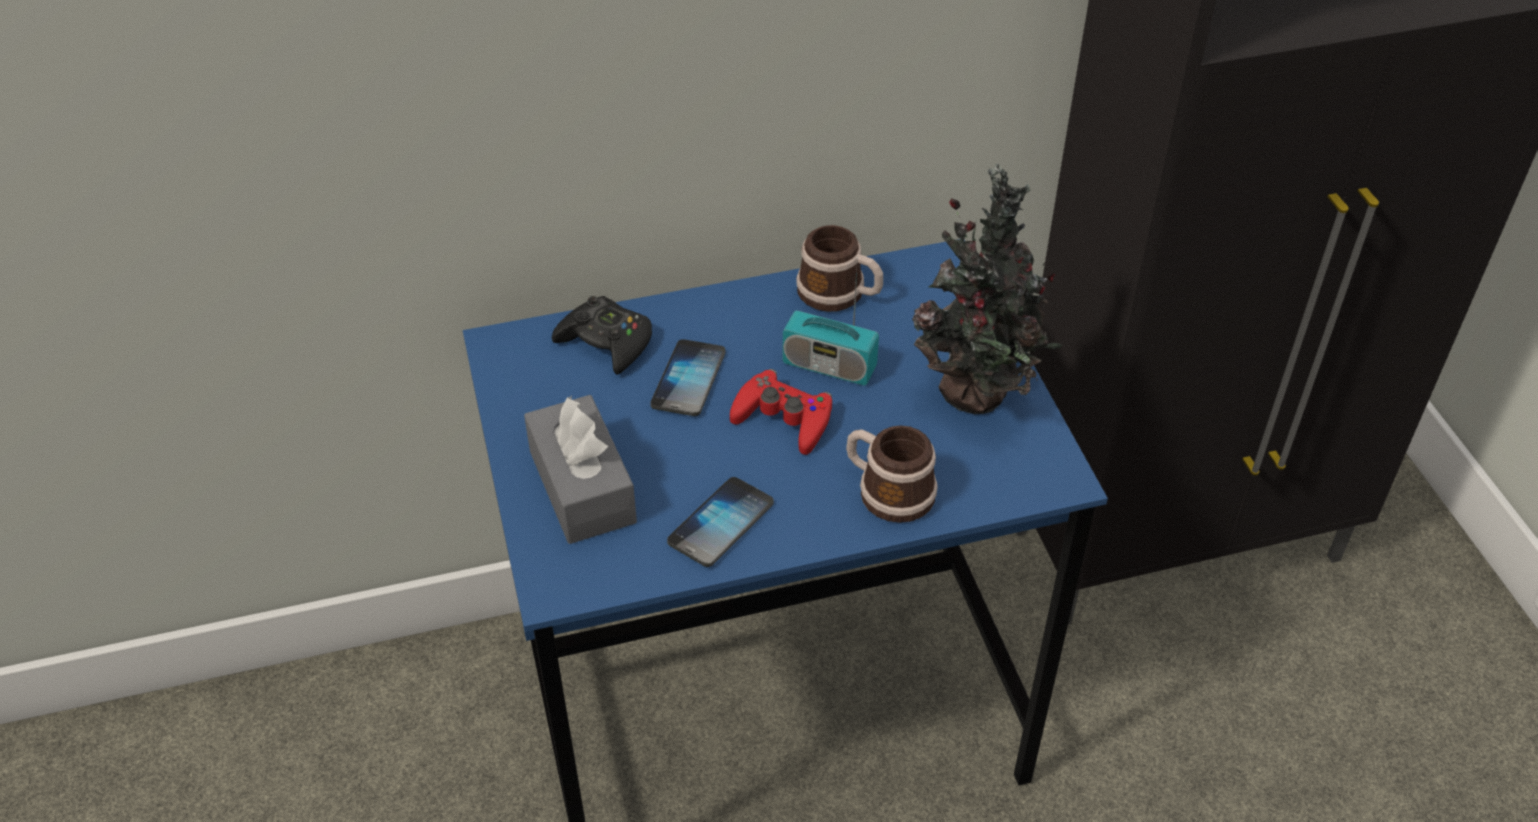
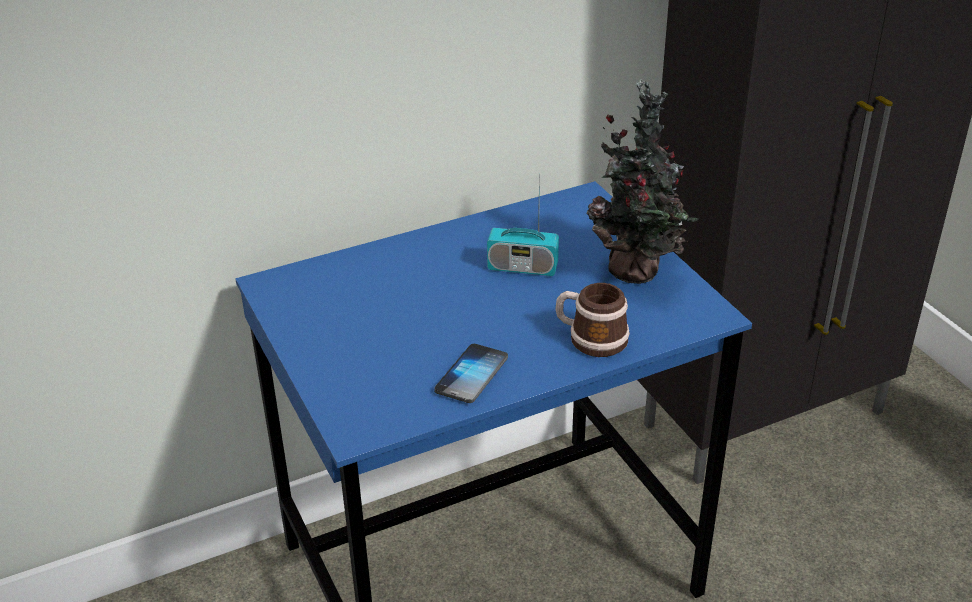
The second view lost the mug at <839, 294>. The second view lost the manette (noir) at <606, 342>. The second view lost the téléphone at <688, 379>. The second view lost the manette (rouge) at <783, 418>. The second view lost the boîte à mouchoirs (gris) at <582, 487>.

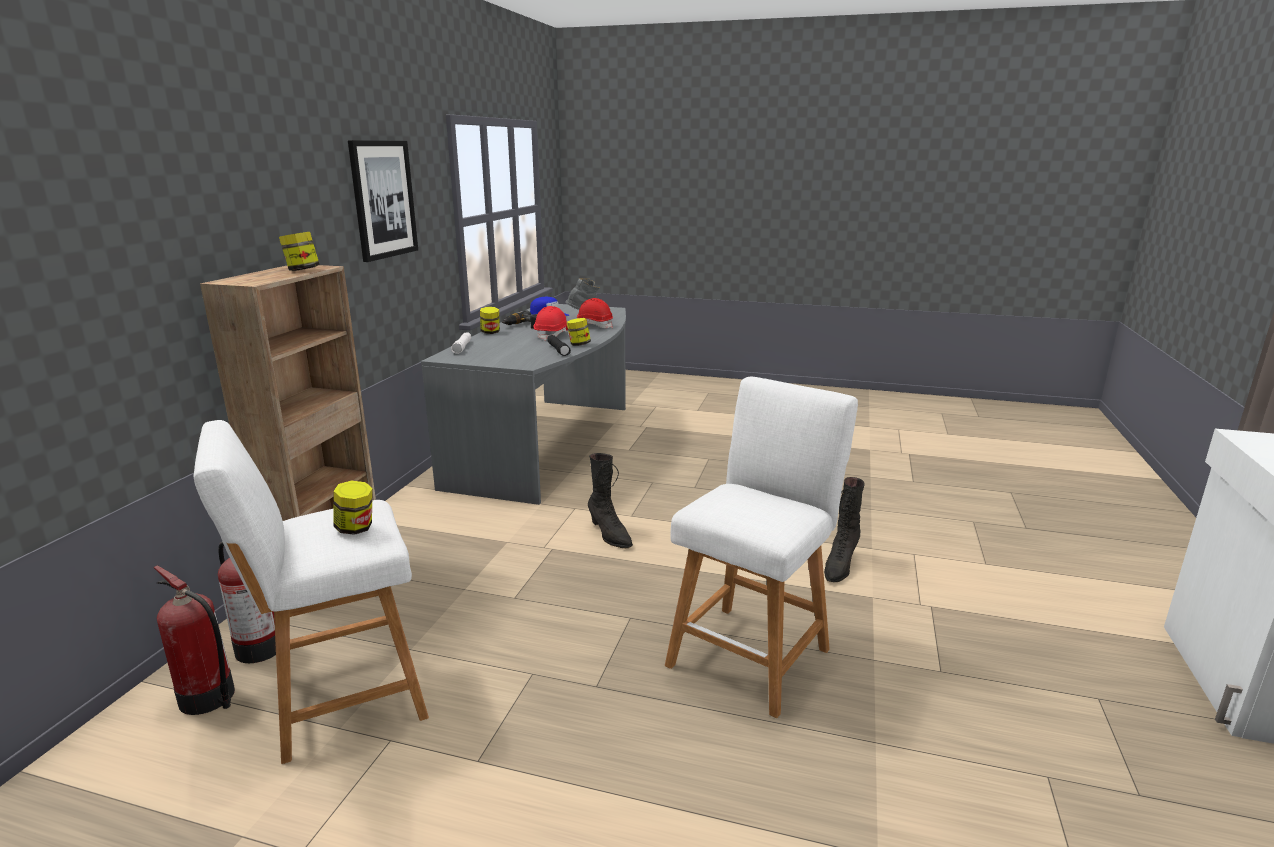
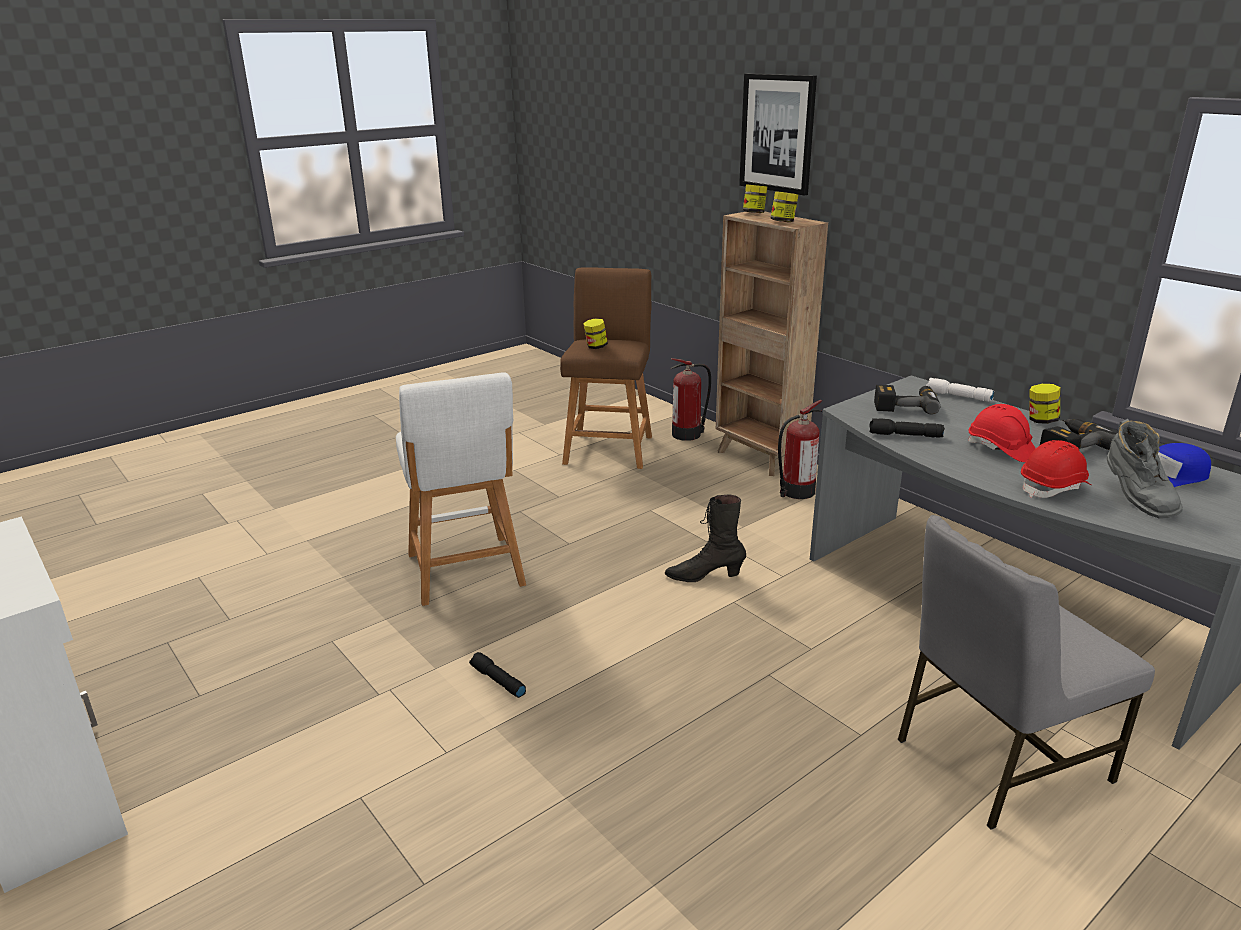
The tableau ended up elsewhere, having gone from <383, 199> to <777, 133>. The bocal ended up elsewhere, having gone from <579, 344> to <754, 213>. What was the tabouret (blanc) at <340, 699> turned into the tabouret (marron) at <609, 447>. Where the botte (noir) stood at <839, 566>, the lampe de poche (noir) came to stand at <497, 681>. The extincteur ended up elsewhere, having gone from <209, 698> to <796, 492>. The second view gained the perceuse at <904, 405>. The second view gained the chaise (gris) at <997, 758>.

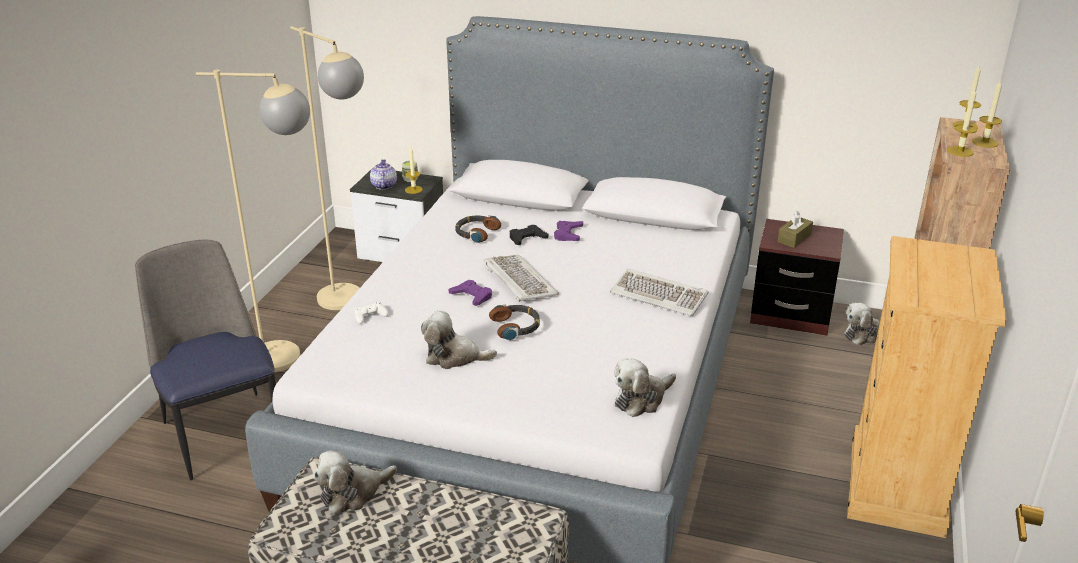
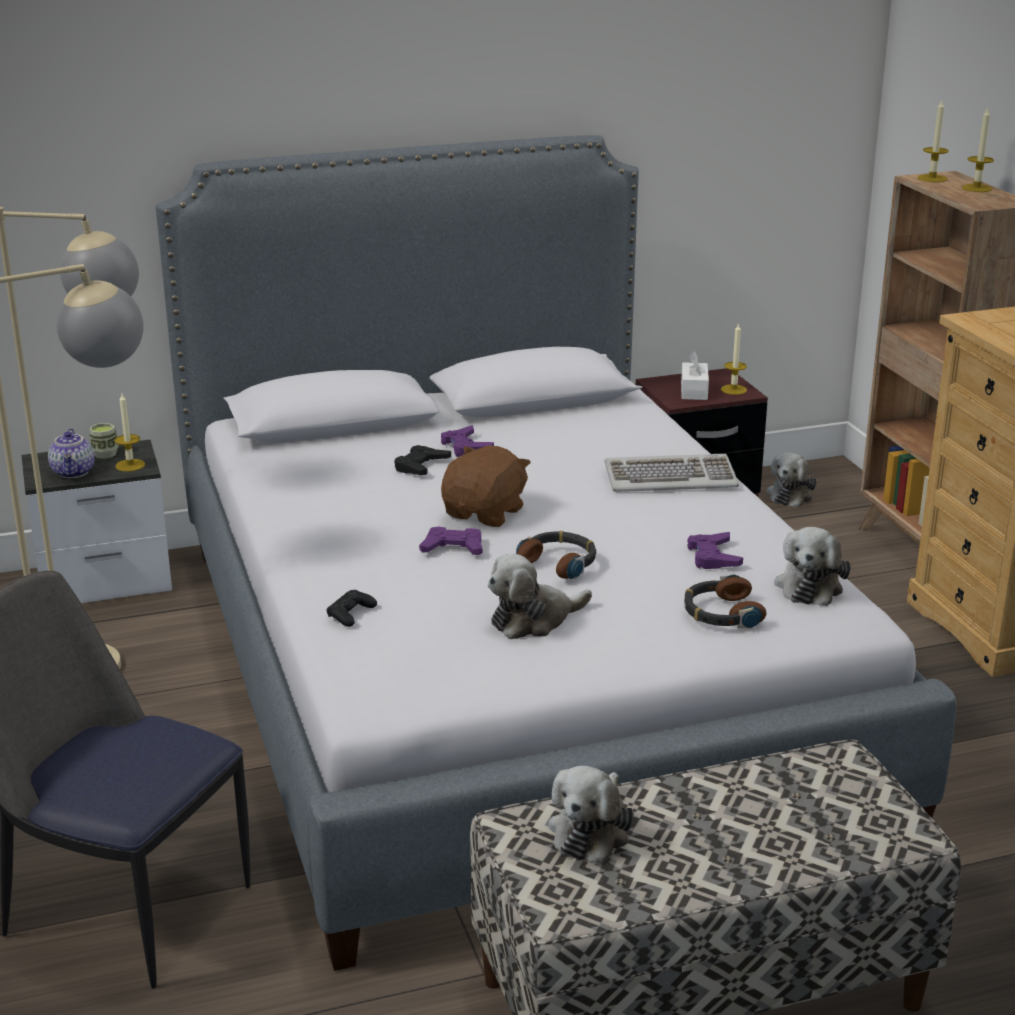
The bougie ended up elsewhere, having gone from <960, 151> to <733, 389>. The théière at <383, 185> ended up facing another way, 150 degrees counterclockwise from before. What was the boîte à mouchoirs (marron) at <794, 238> turned into the boîte à mouchoirs (blanc) at <694, 390>. The casque audio ended up elsewhere, having gone from <476, 233> to <721, 613>. Where the clavier stood at <519, 281>, the peluche (marron) came to stand at <485, 513>. What was the manette (blanc) at <370, 316> turned into the manette (noir) at <350, 614>. The second view gained the manette (violet) at <713, 556>.

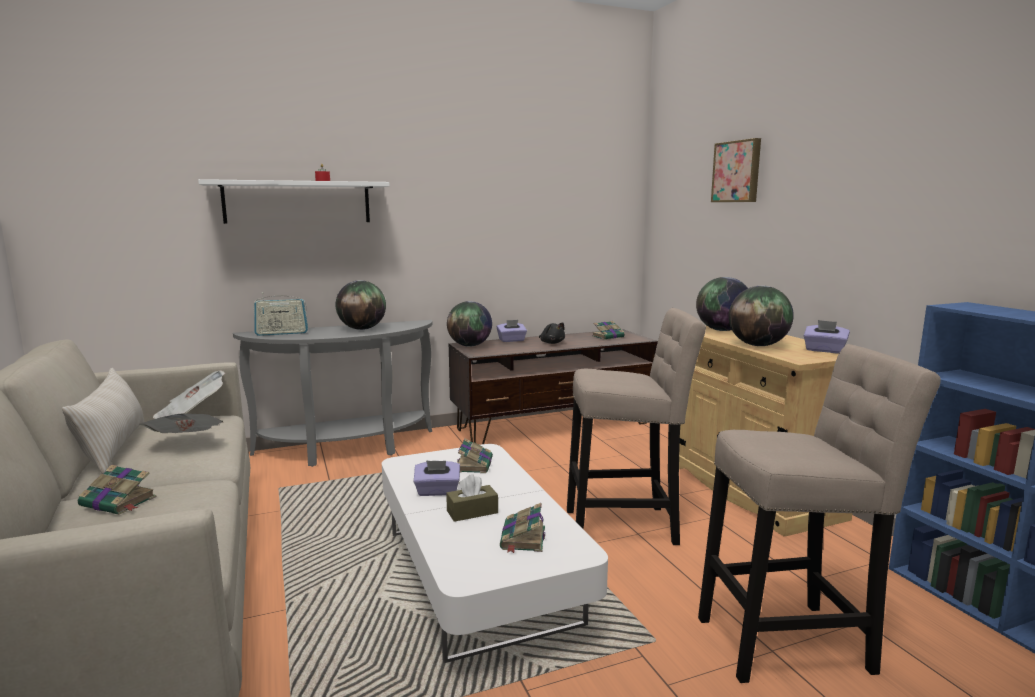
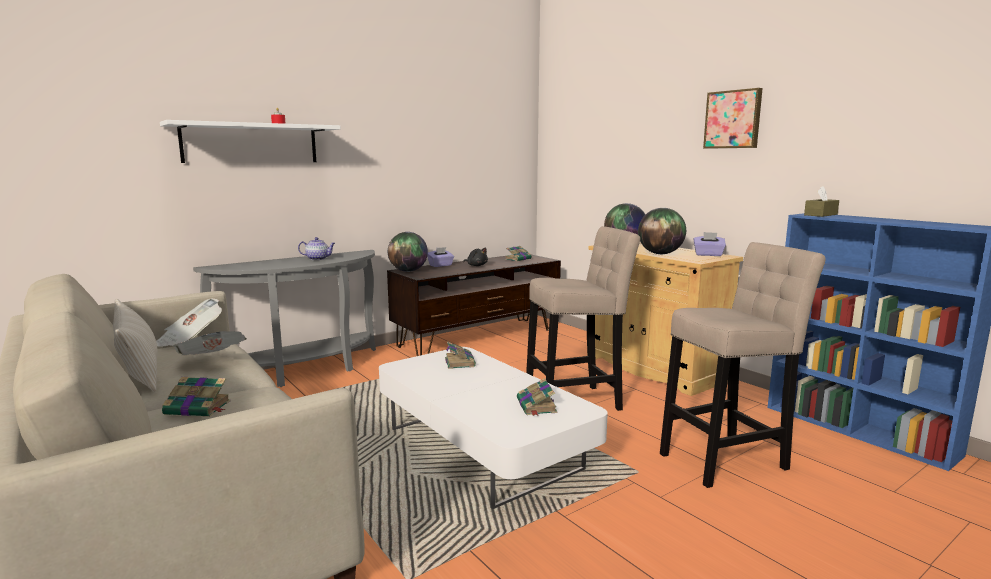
The tableau ended up elsewhere, having gone from <737, 171> to <733, 119>. Where the globe stood at <362, 329>, the théière came to stand at <318, 259>. The second view lost the radio at <282, 333>. The second view lost the boîte à mouchoirs (violet) at <437, 491>. The boîte à mouchoirs (marron) ended up elsewhere, having gone from <472, 512> to <820, 215>.

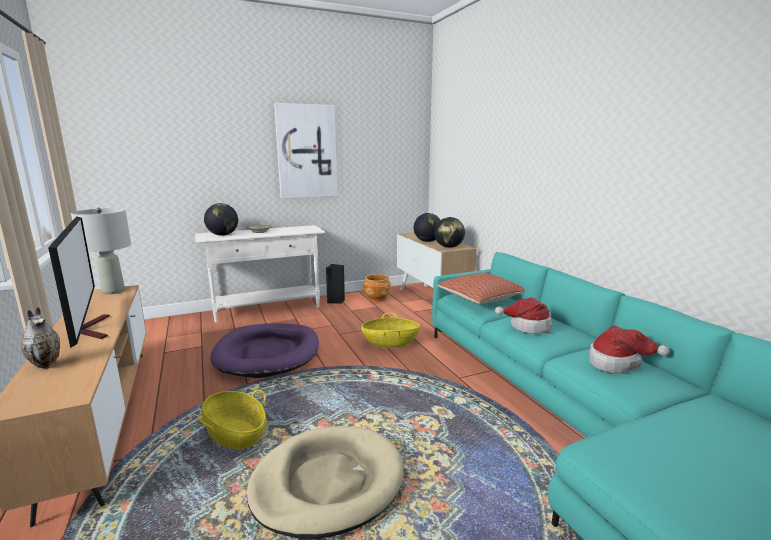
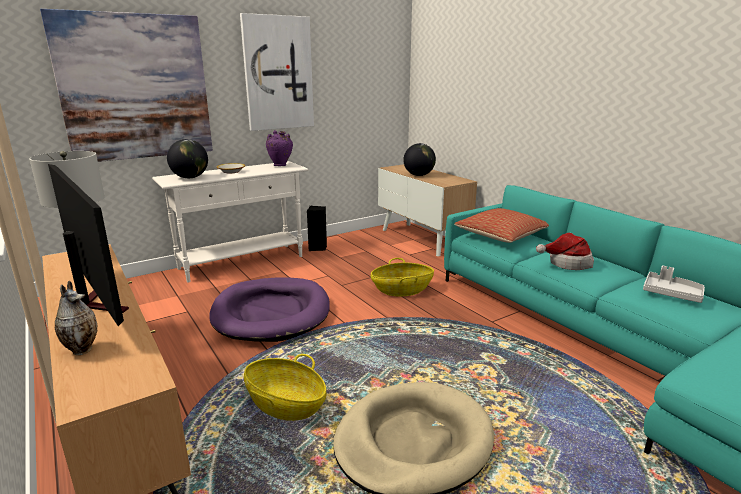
The second view lost the globe at <449, 247>. The second view lost the cache-pot (marron) at <377, 298>. Where the chapeau stood at <617, 363>, the plateau (gris) came to stand at <671, 293>. The second view gained the tableau at <136, 88>. The second view gained the vase (violet) at <280, 165>.

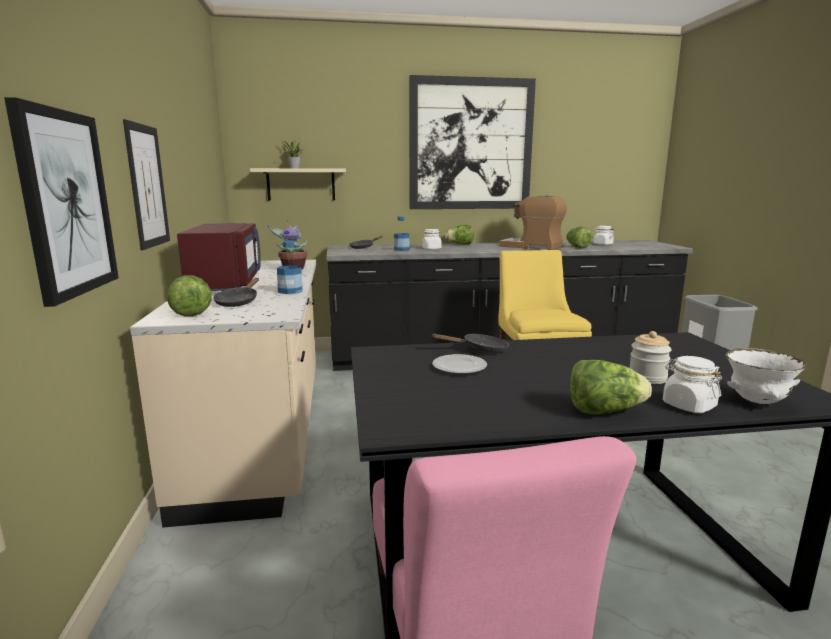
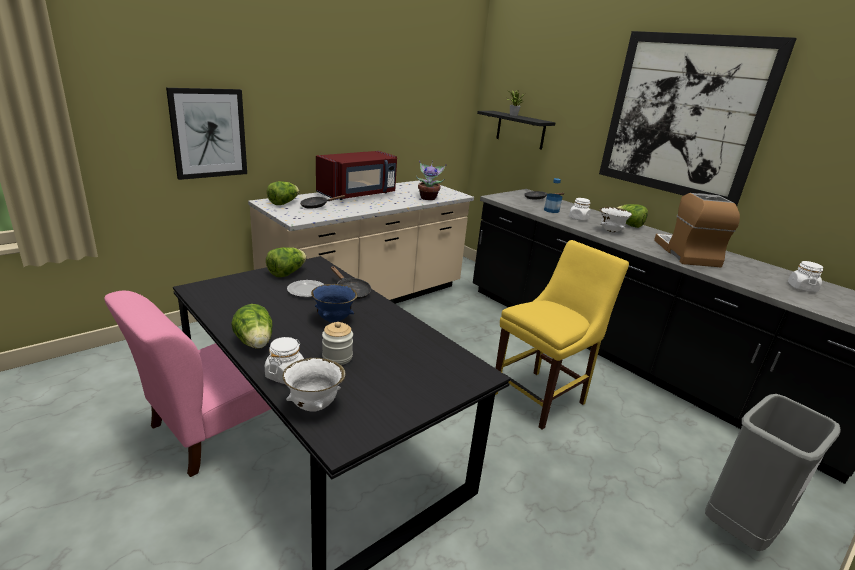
The second view lost the tableau at <147, 186>. What was the étagère (beige) at <301, 184> turned into the étagère (noir) at <520, 130>. The laitue ended up elsewhere, having gone from <577, 247> to <286, 273>. The second view lost the bouteille at <290, 291>. The second view gained the bol (blanc) at <610, 231>. The second view gained the bol (bleu) at <333, 320>.

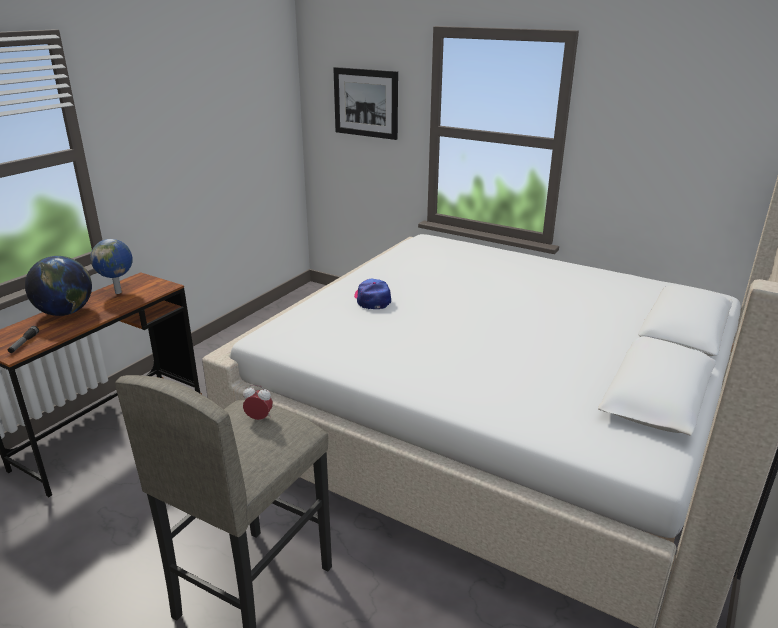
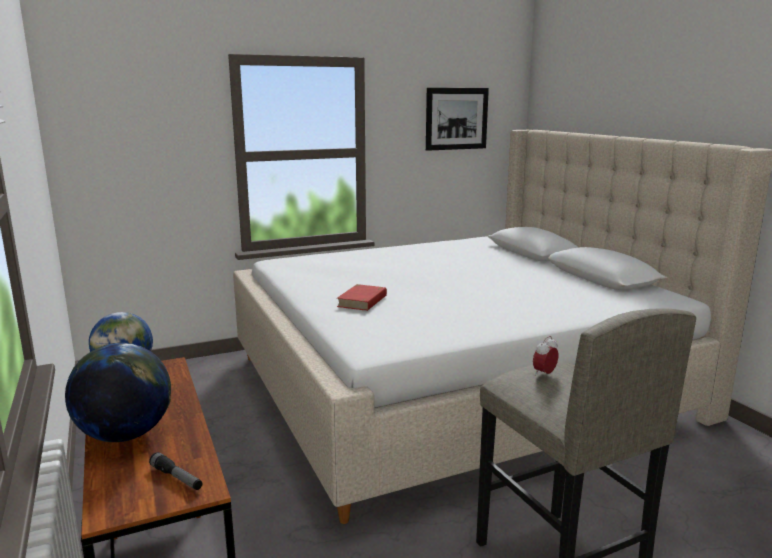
The tableau ended up elsewhere, having gone from <366, 103> to <456, 118>. Where the casquette stood at <372, 299>, the livre (rouge) came to stand at <362, 301>.

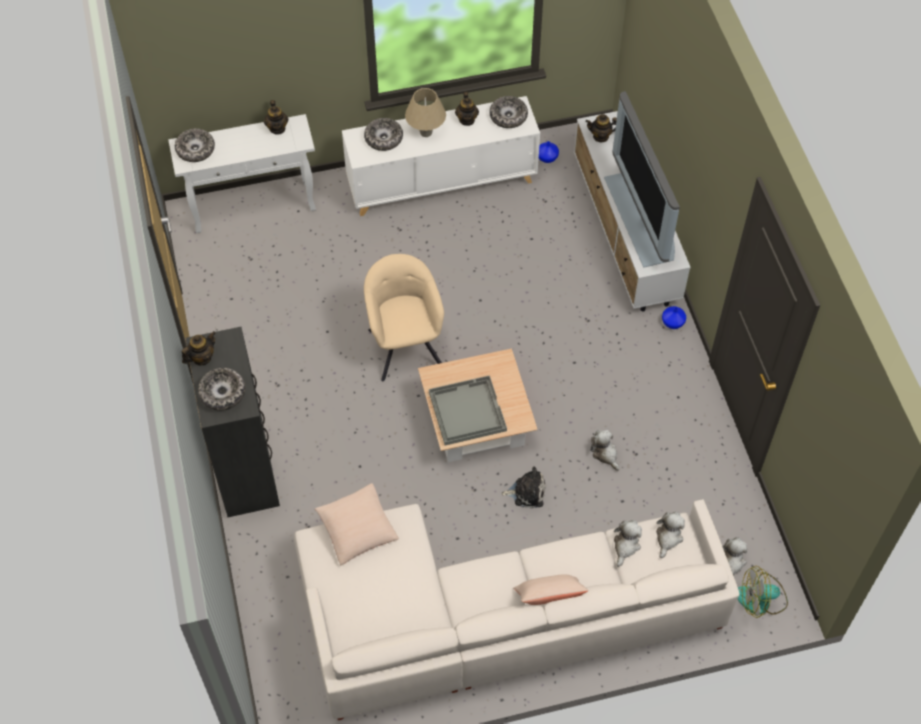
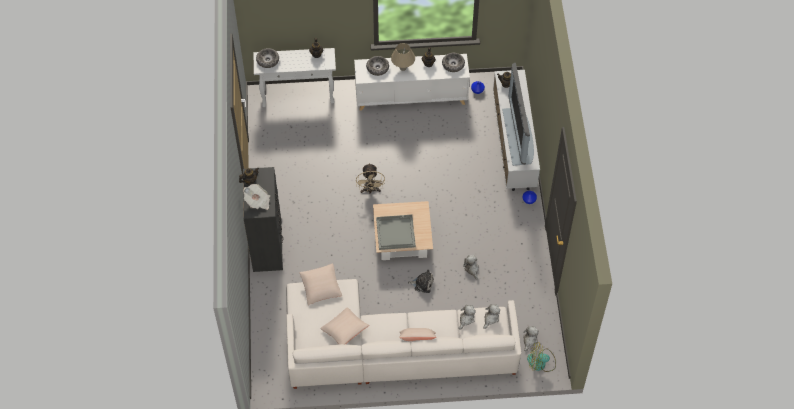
Where the fauteuil (beige) stood at <405, 345>, the ventilateur (beige) came to stand at <370, 190>. Where the bol stood at <222, 393>, the journal came to stand at <258, 201>. The second view gained the coussin (beige) at <344, 330>.

